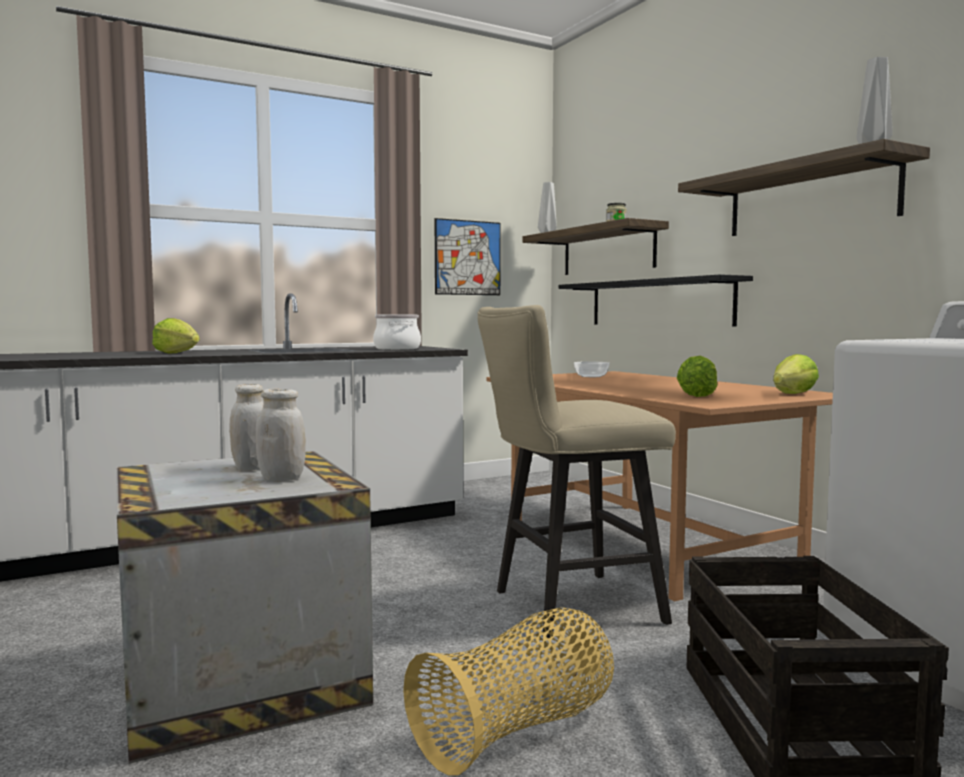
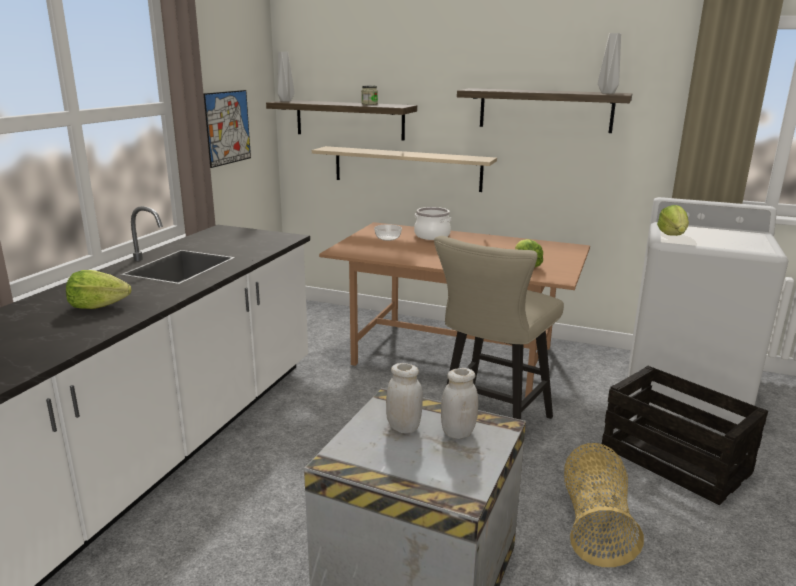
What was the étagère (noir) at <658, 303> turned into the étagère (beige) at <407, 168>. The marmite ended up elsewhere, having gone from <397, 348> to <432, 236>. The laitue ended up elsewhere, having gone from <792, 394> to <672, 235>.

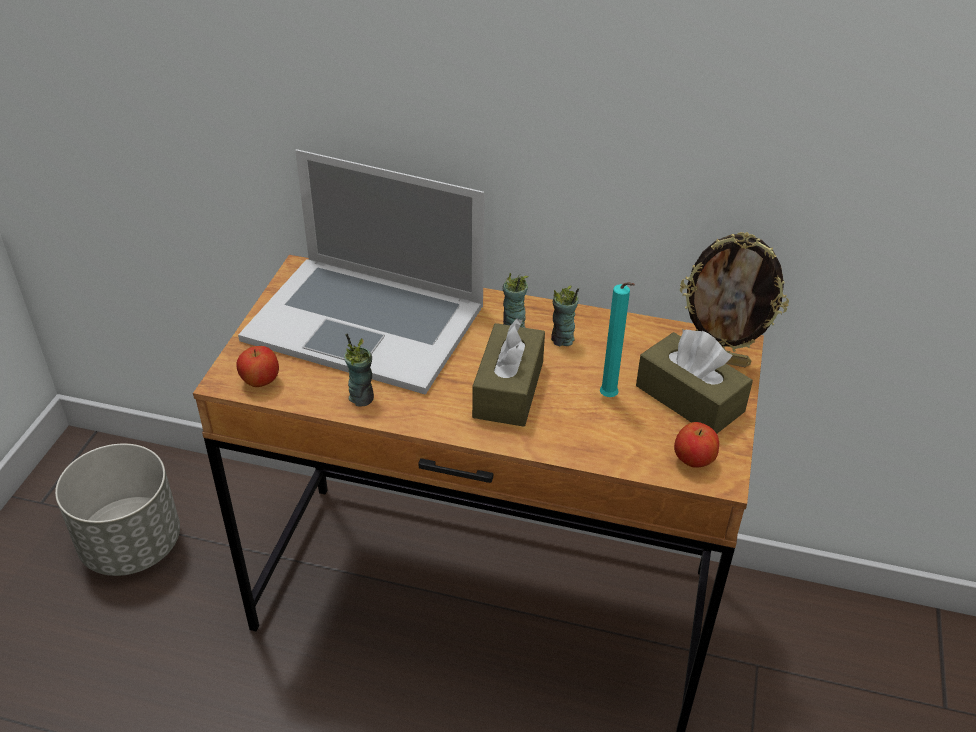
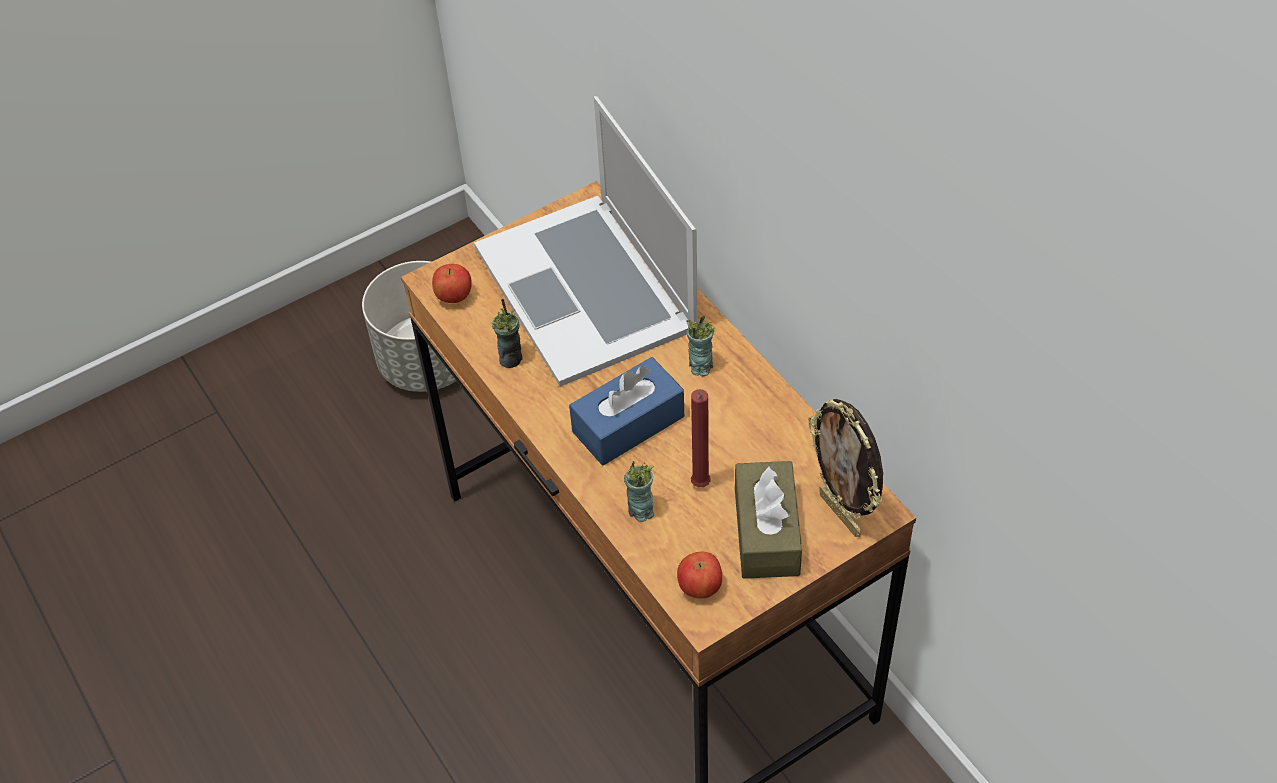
What was the bougie (turquoise) at <610, 398> turned into the bougie (rouge) at <700, 487>. The tasse ended up elsewhere, having gone from <562, 340> to <640, 511>. What was the boîte à mouchoirs (marron) at <508, 389> turned into the boîte à mouchoirs (bleu) at <628, 424>.

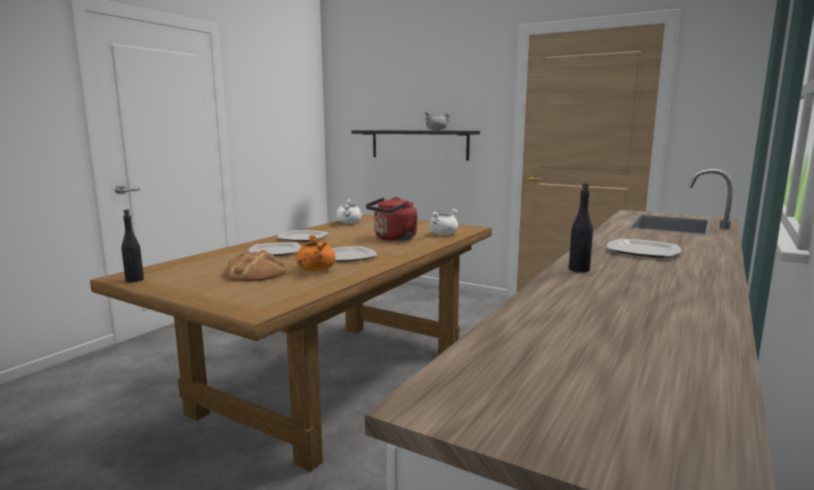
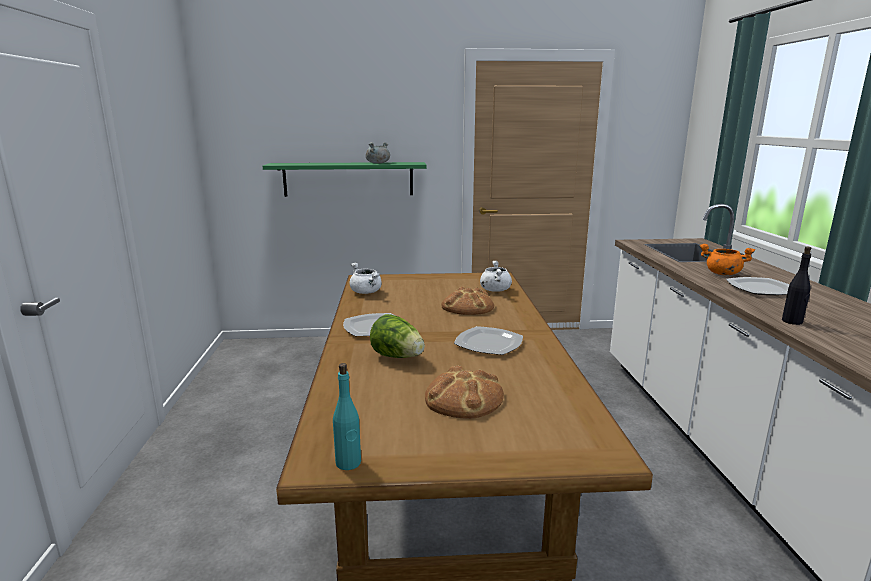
What was the étagère (noir) at <419, 144> turned into the étagère (vert) at <348, 179>. Where the bouilloire (rouge) stood at <393, 238>, the pain came to stand at <467, 306>. What was the bouteille (noir) at <134, 280> turned into the bouteille (turquoise) at <348, 463>. The marmite (orange) ended up elsewhere, having gone from <315, 269> to <722, 273>. Where the assiette stood at <276, 251>, the laitue came to stand at <398, 357>.

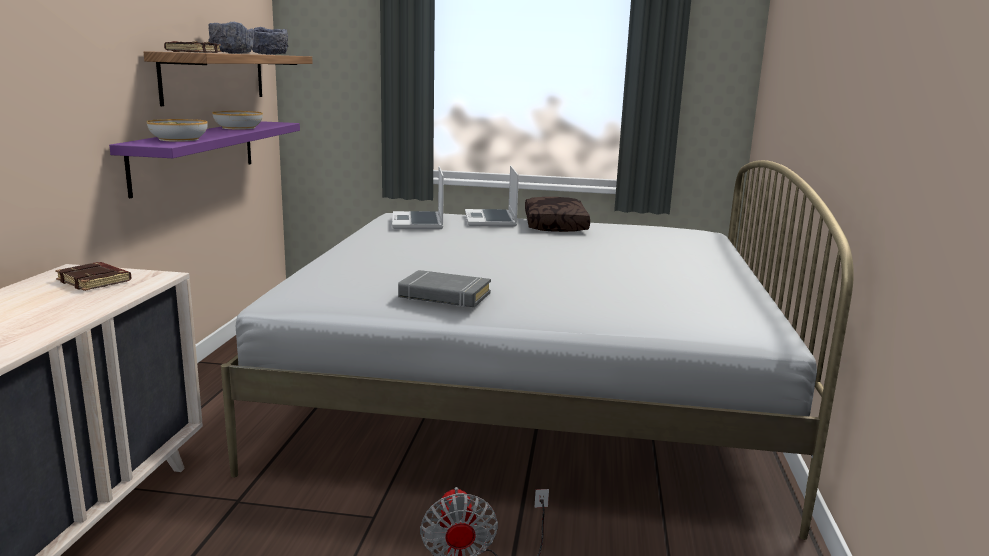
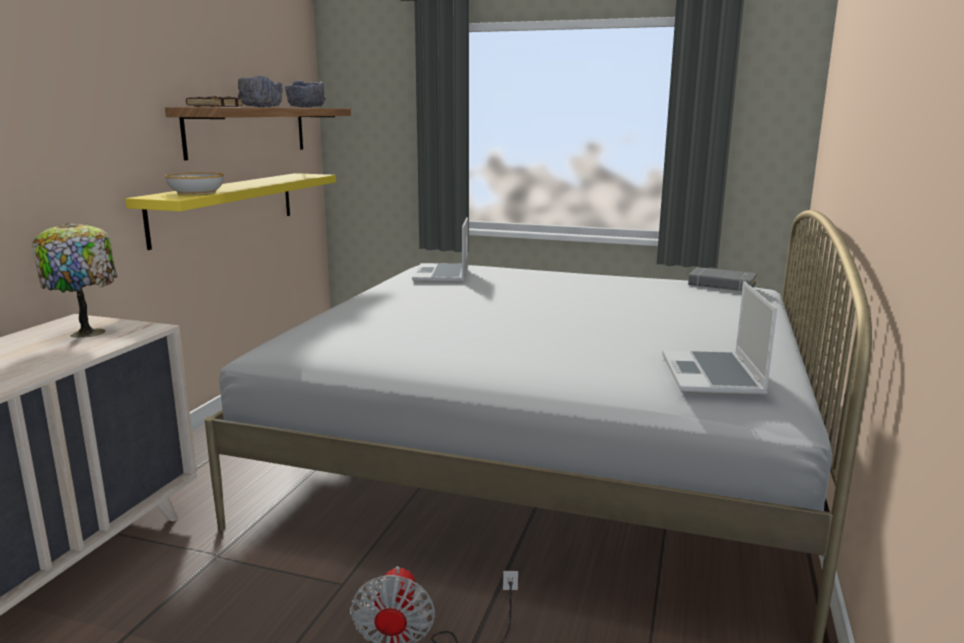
The second view lost the bol at <238, 128>. What was the étagère (violet) at <196, 154> turned into the étagère (jaune) at <225, 207>. The ordinateur portable ended up elsewhere, having gone from <491, 220> to <713, 376>. The second view lost the coussin (marron) at <556, 225>. Where the livre (marron) stood at <95, 281>, the lampe de table came to stand at <87, 332>. The livre (gris) ended up elsewhere, having gone from <444, 295> to <721, 285>.

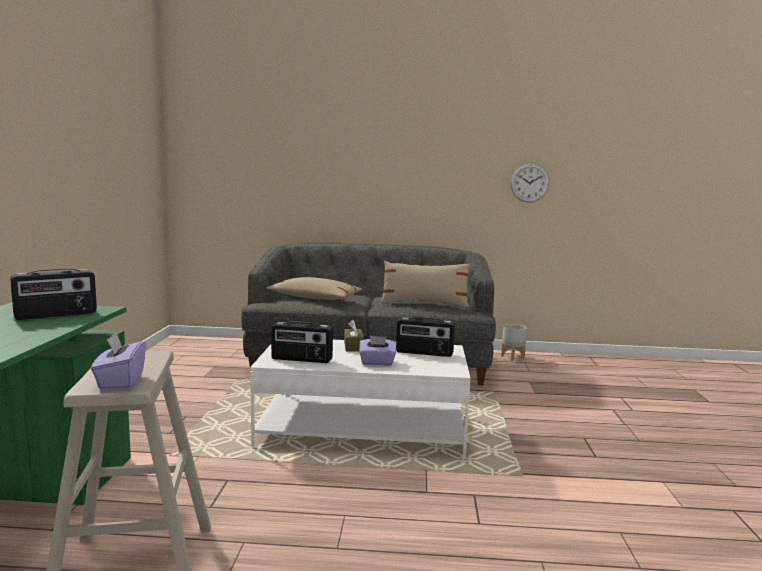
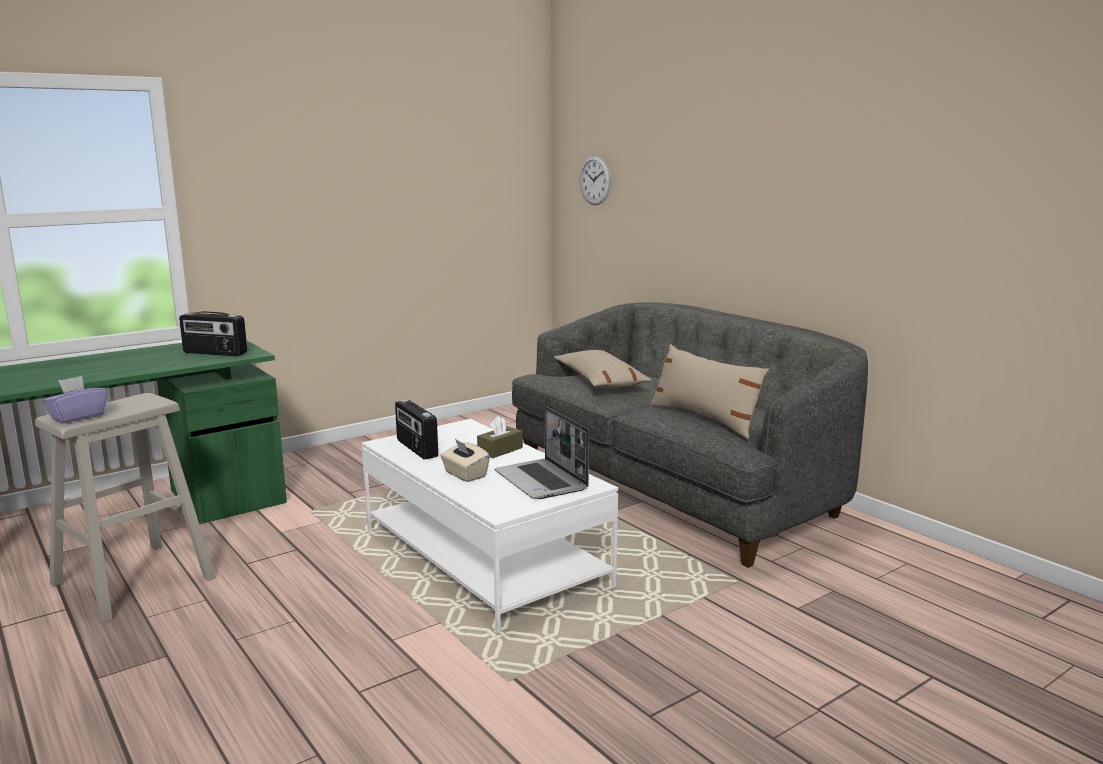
The horloge murale ended up elsewhere, having gone from <529, 183> to <595, 180>. Where the radio stood at <424, 353>, the ordinateur portable came to stand at <542, 481>. The second view lost the cache-pot (gris) at <513, 357>. What was the boîte à mouchoirs (violet) at <377, 362> turned into the boîte à mouchoirs (beige) at <465, 475>.

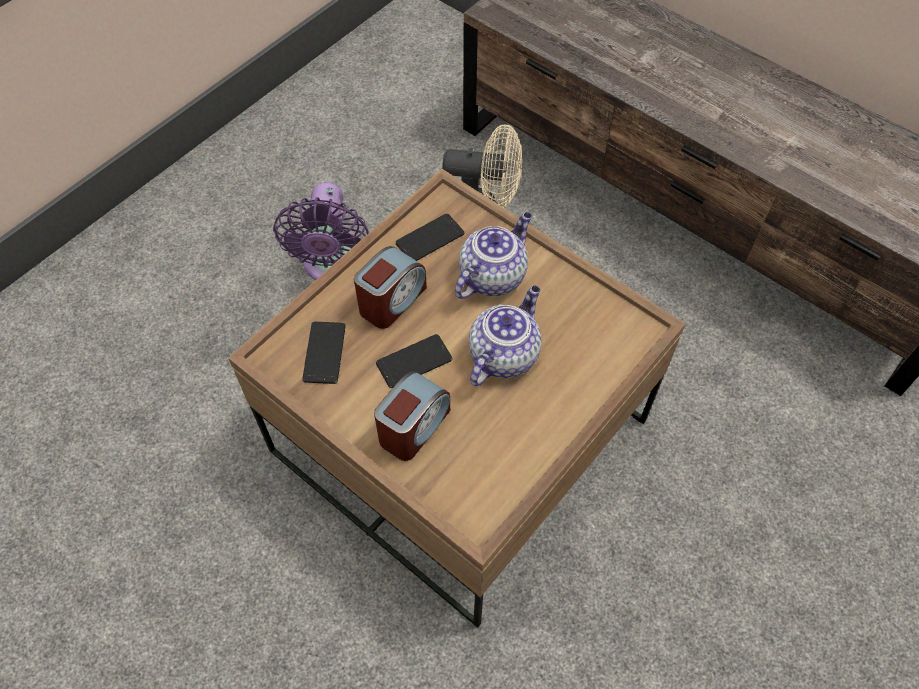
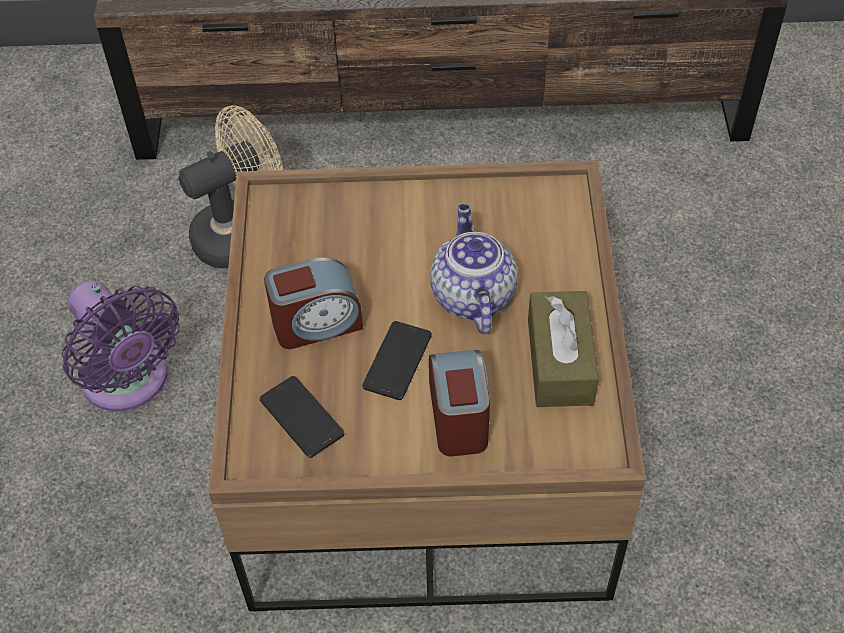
The second view lost the théière at <492, 275>. The second view lost the téléphone at <430, 238>. The réveil at <392, 300> ended up facing another way, 75 degrees clockwise from before. The second view gained the boîte à mouchoirs (marron) at <560, 361>.

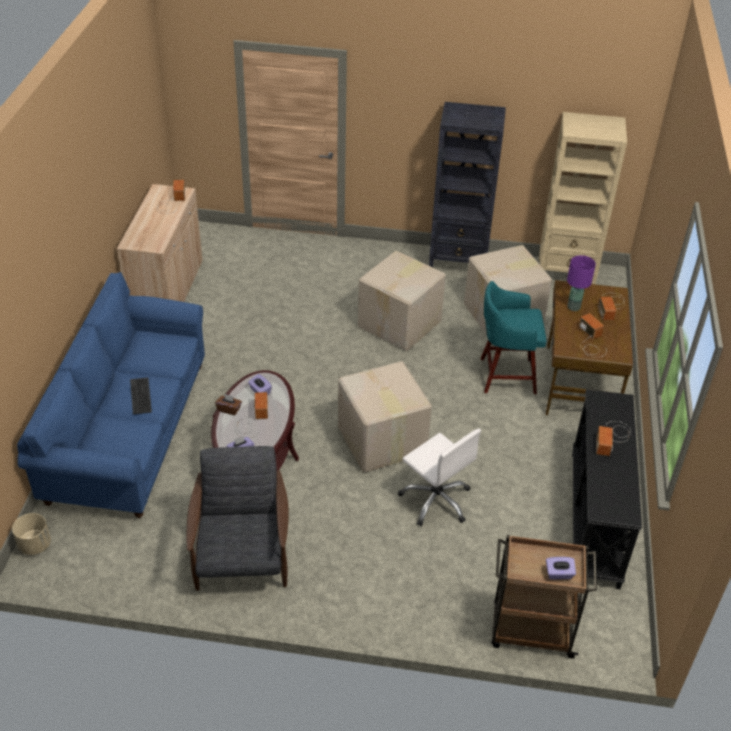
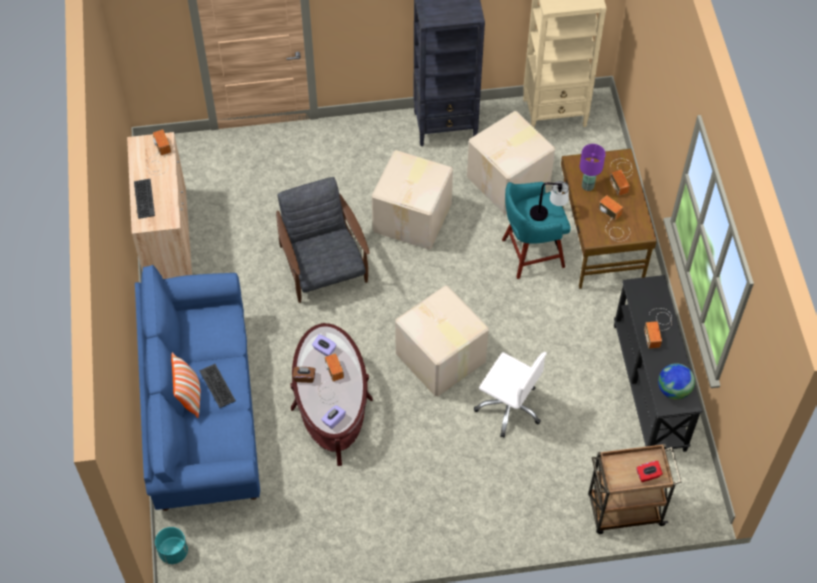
The fauteuil (gris) ended up elsewhere, having gone from <242, 556> to <323, 267>. What was the cache-pot (beige) at <35, 545> turned into the cache-pot (turquoise) at <173, 551>. What was the boîte à mouchoirs (violet) at <559, 574> turned into the boîte à mouchoirs (rouge) at <648, 475>. The second view gained the clavier at <144, 199>. The second view gained the lampe de table at <547, 214>. The second view gained the coussin at <189, 396>. The second view gained the globe at <673, 390>.

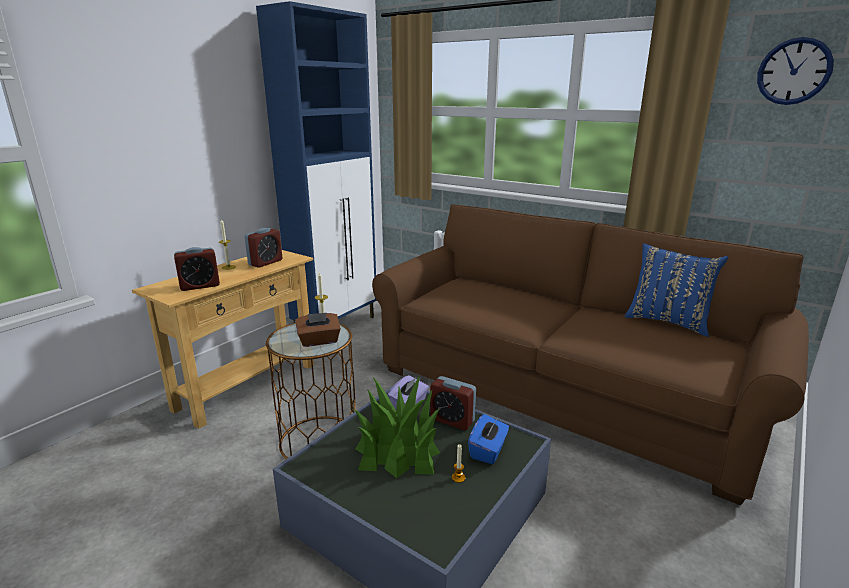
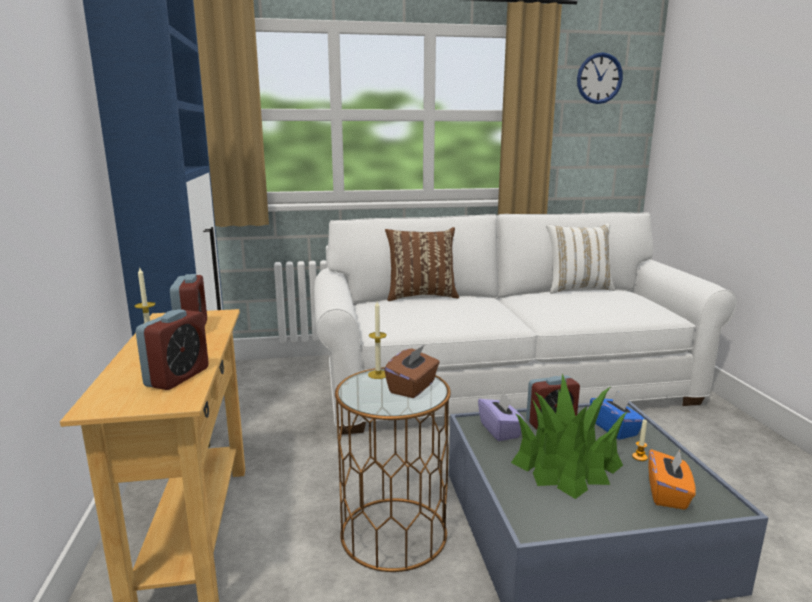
What was the canapé (marron) at <562, 390> turned into the canapé (blanc) at <504, 384>. What was the coussin (bleu) at <667, 321> turned into the coussin (blanc) at <577, 289>. The second view gained the coussin (marron) at <421, 296>. The second view gained the boîte à mouchoirs (orange) at <668, 494>.

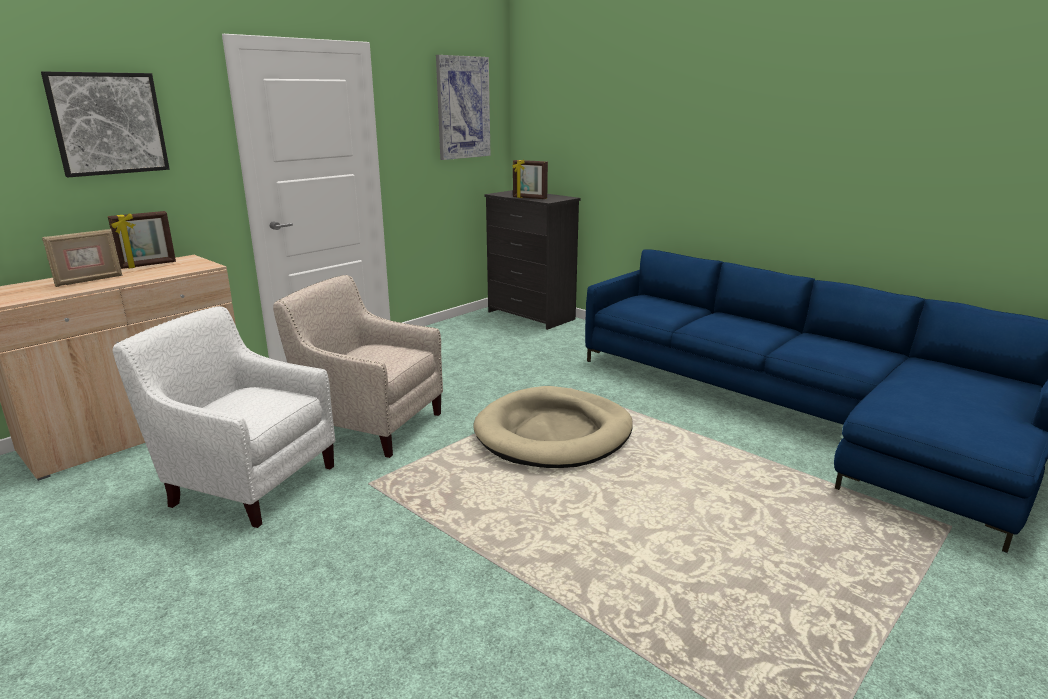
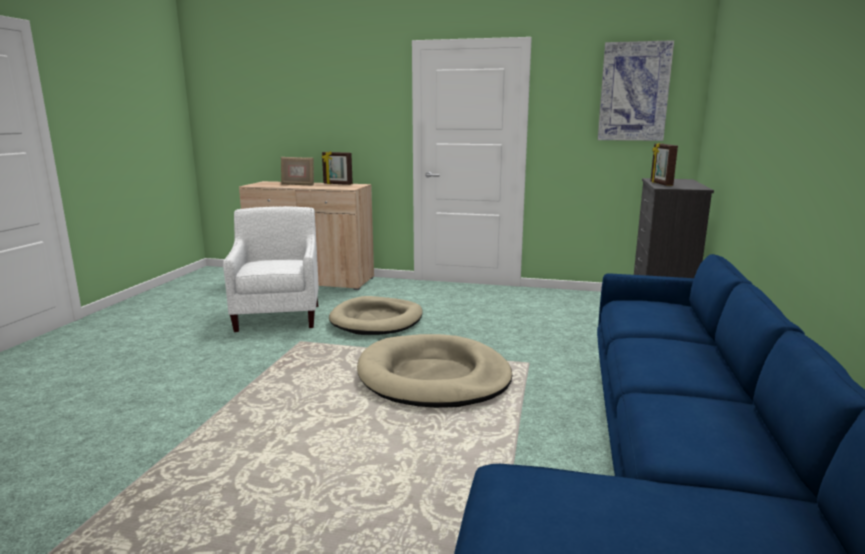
The second view lost the tableau at <108, 123>. Where the fauteuil (beige) stood at <371, 424>, the panier pour chien (beige) came to stand at <377, 320>.

